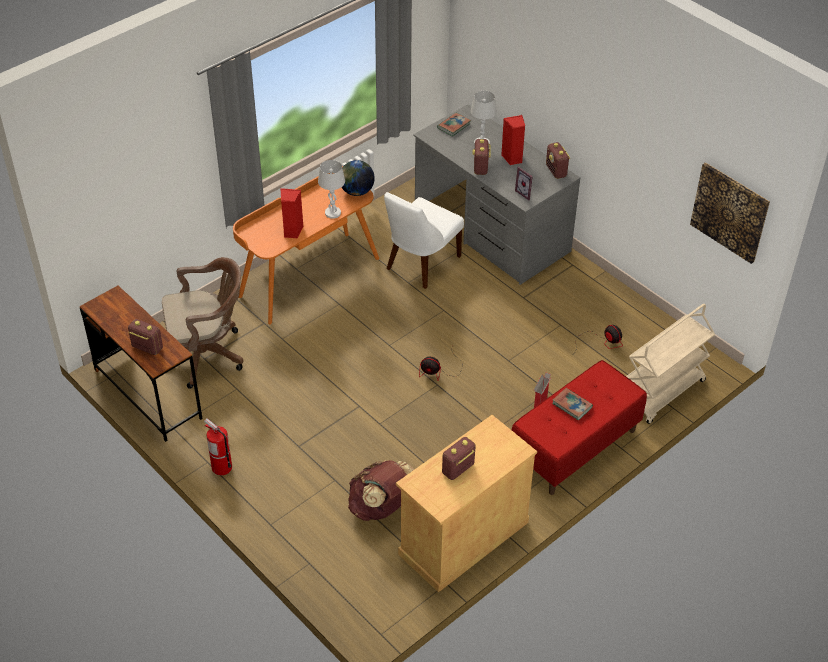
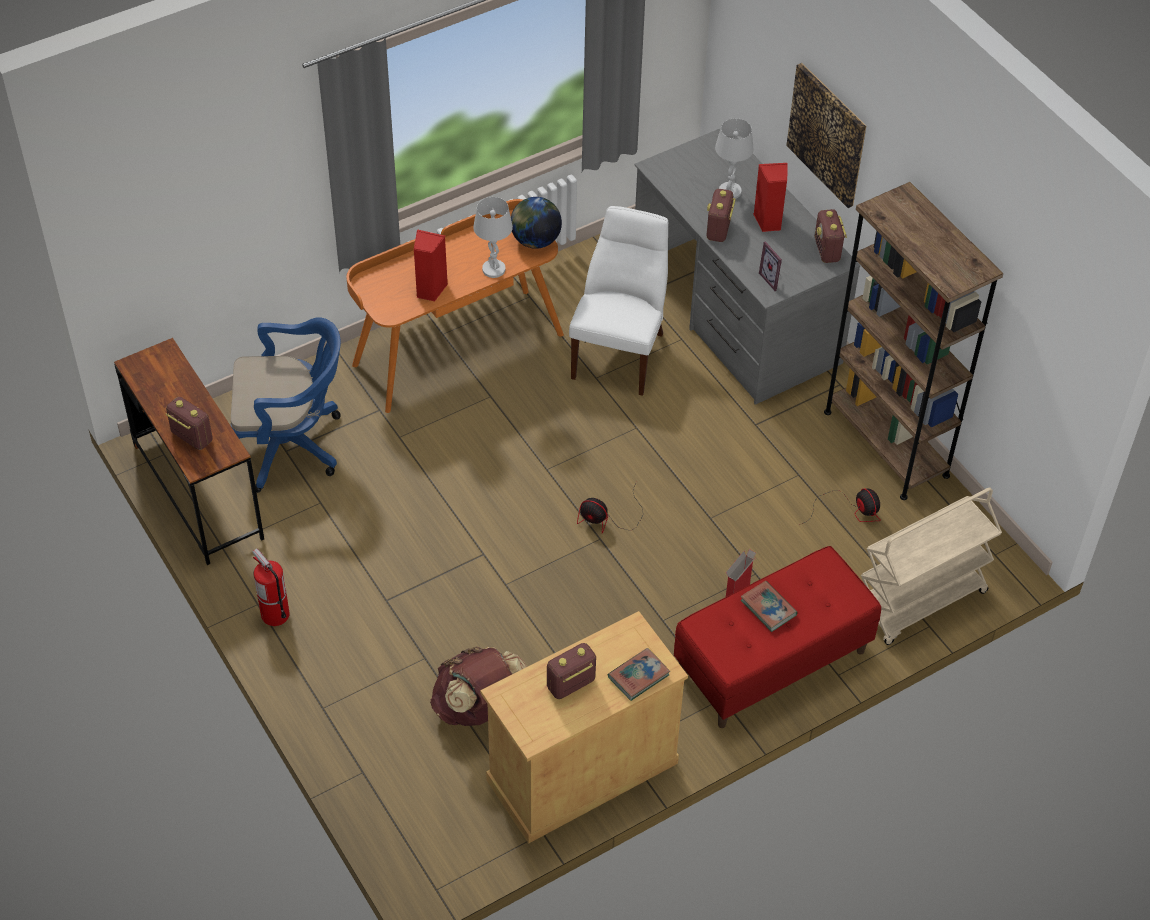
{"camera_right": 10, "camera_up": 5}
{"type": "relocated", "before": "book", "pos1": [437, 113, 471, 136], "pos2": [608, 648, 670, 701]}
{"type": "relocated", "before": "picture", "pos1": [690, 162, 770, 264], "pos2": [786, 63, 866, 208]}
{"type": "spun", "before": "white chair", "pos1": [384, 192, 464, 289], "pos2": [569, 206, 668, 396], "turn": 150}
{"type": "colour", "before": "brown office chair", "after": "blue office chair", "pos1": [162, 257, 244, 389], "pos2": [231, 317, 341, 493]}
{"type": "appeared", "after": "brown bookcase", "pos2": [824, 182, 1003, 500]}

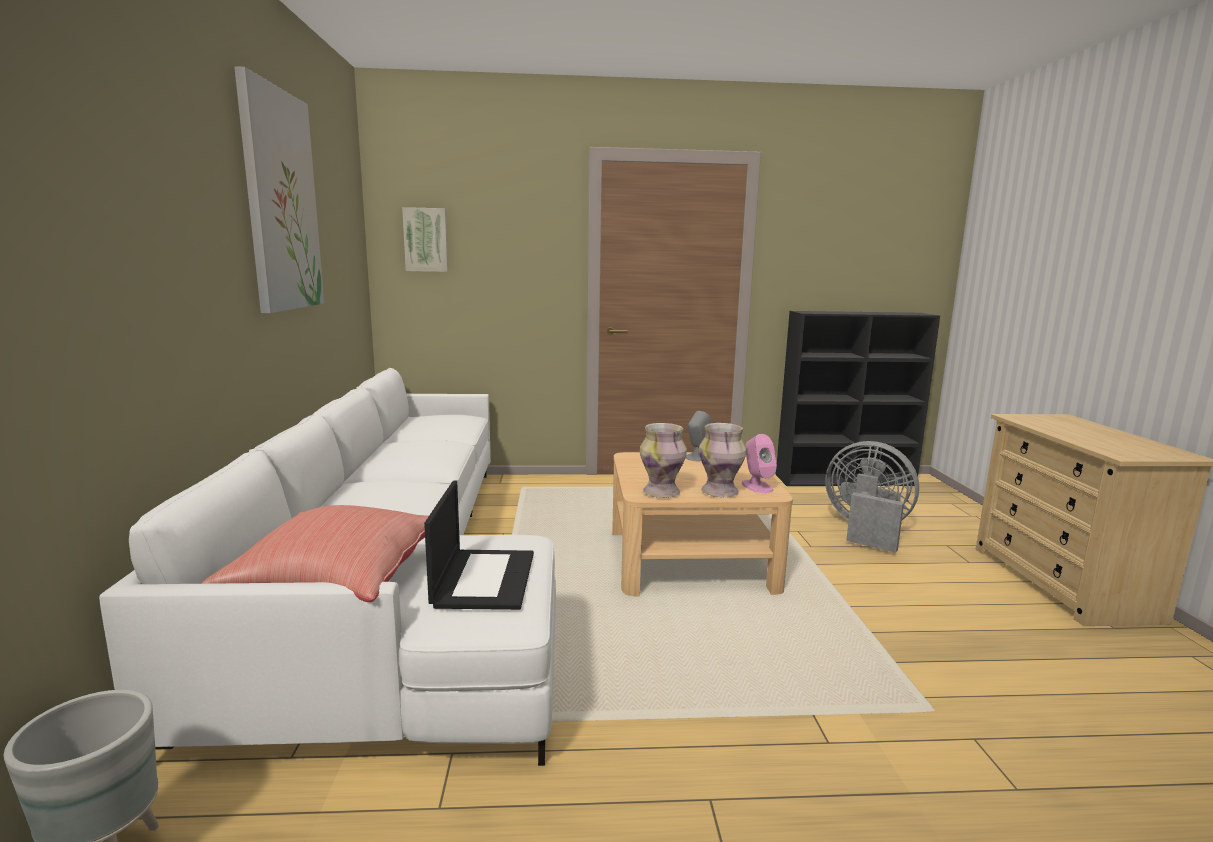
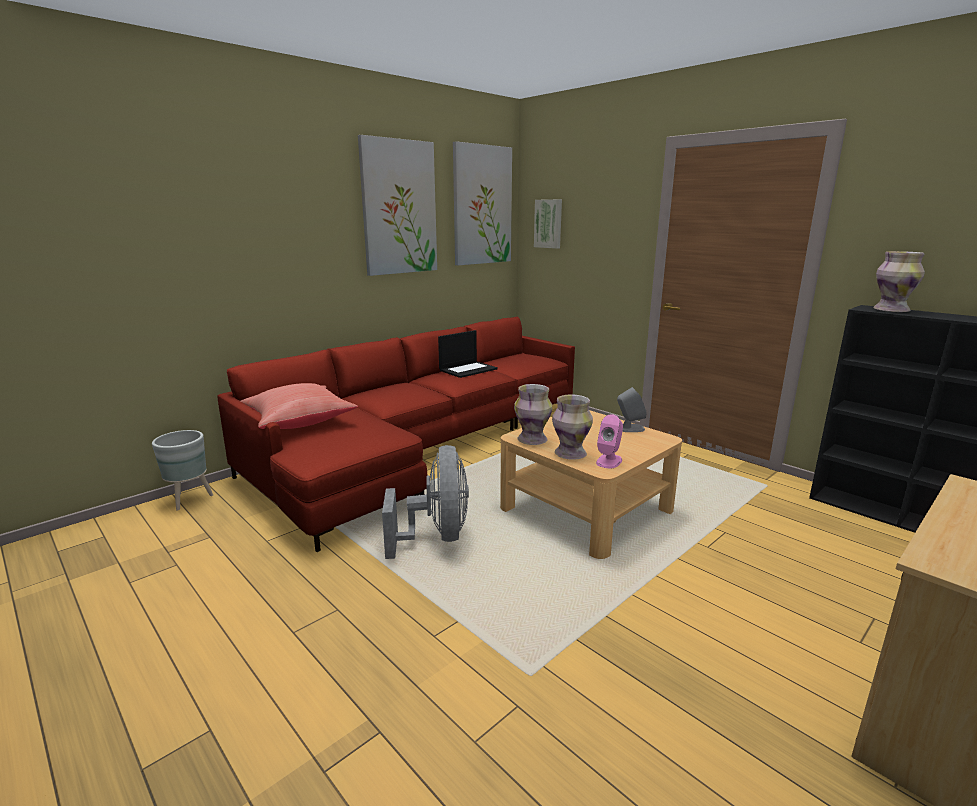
{"camera_right": 50, "camera_up": 5}
{"type": "colour", "before": "white sofa", "after": "red sofa", "pos1": [99, 368, 556, 766], "pos2": [218, 316, 575, 552]}
{"type": "relocated", "before": "grey fan", "pos1": [825, 441, 919, 553], "pos2": [382, 445, 469, 559]}
{"type": "relocated", "before": "laptop", "pos1": [424, 480, 534, 610], "pos2": [438, 330, 498, 378]}
{"type": "appeared", "after": "picture", "pos2": [453, 141, 512, 265]}
{"type": "appeared", "after": "vase", "pos2": [873, 251, 925, 312]}

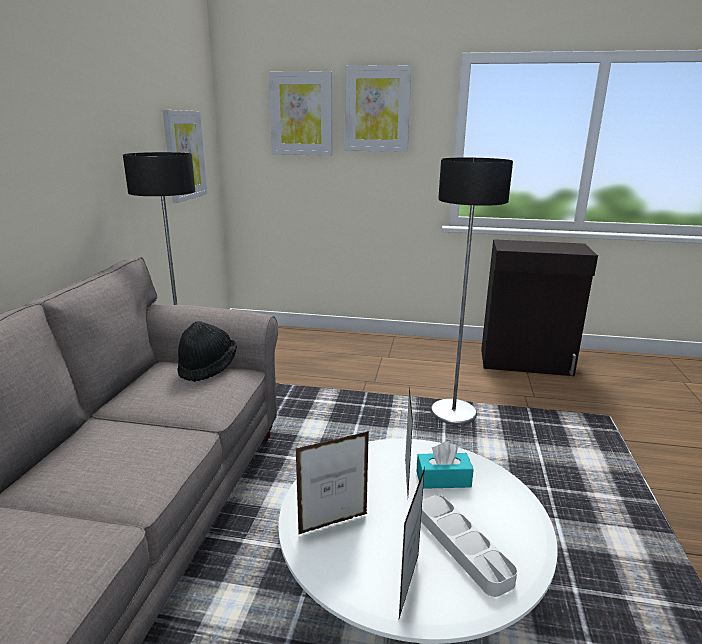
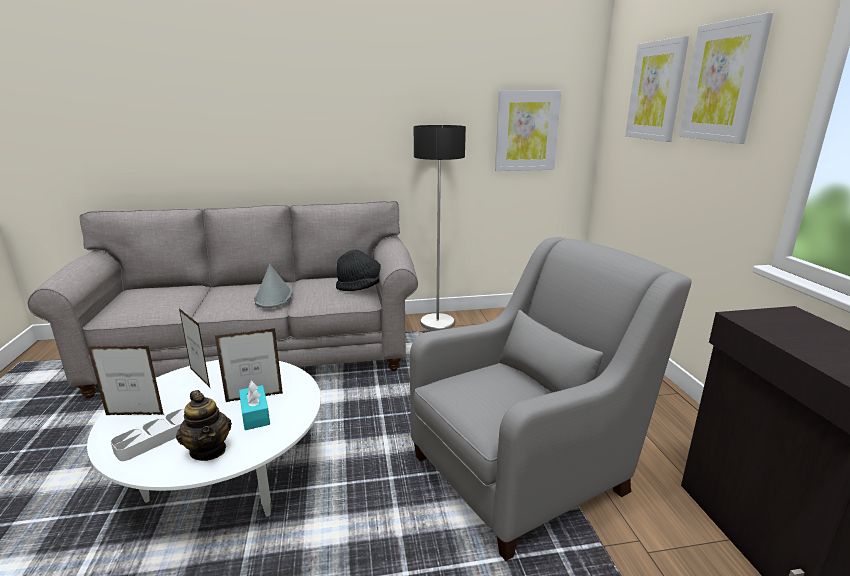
{"camera_right": 70, "camera_up": 0}
{"type": "exchanged", "before": "floor lamp", "after": "grey armchair", "pos1": [431, 158, 513, 425], "pos2": [410, 237, 692, 561]}
{"type": "appeared", "after": "grey hat", "pos2": [254, 264, 293, 308]}
{"type": "appeared", "after": "teapot", "pos2": [176, 390, 232, 461]}

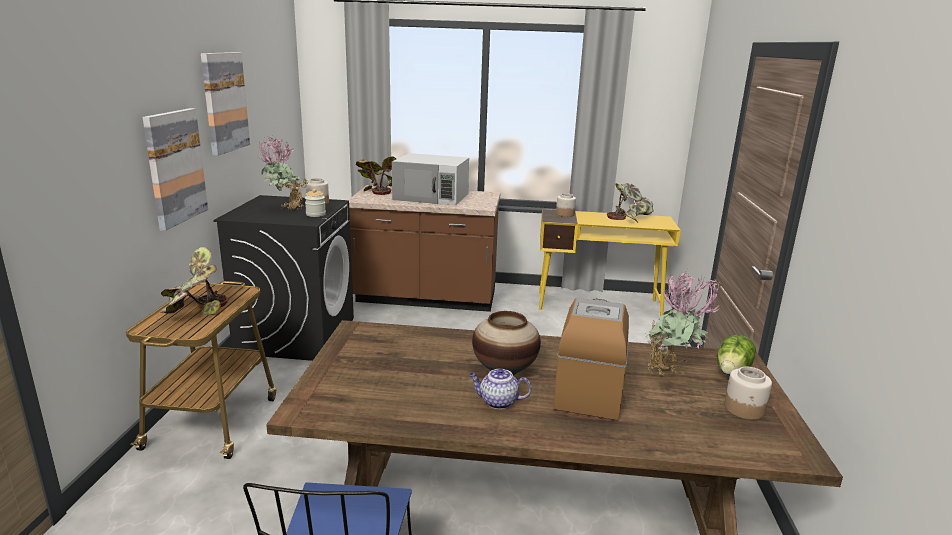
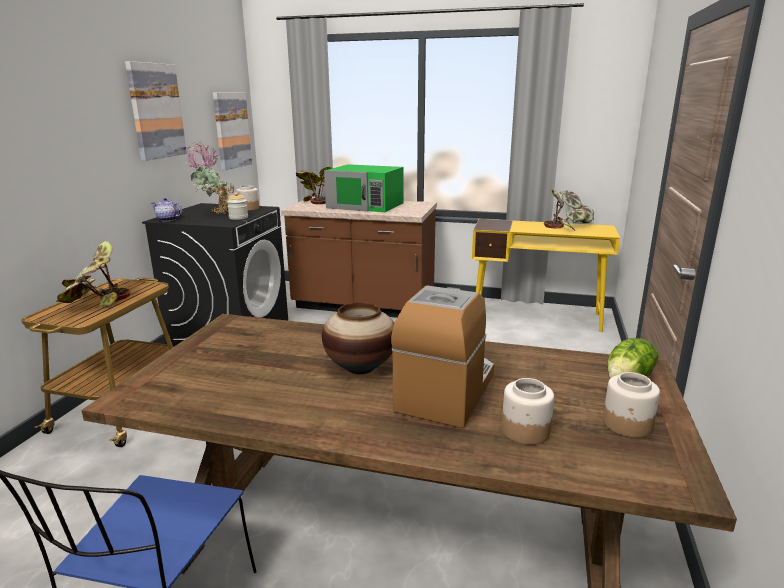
{"camera_right": 10, "camera_up": 0}
{"type": "relocated", "before": "picture", "pos1": [143, 108, 208, 231], "pos2": [213, 93, 252, 170]}
{"type": "colour", "before": "white microwave", "after": "green microwave", "pos1": [392, 153, 469, 205], "pos2": [324, 164, 404, 212]}
{"type": "relocated", "before": "jar", "pos1": [556, 193, 576, 217], "pos2": [502, 378, 554, 445]}
{"type": "missing", "before": "potted plant", "pos1": [646, 270, 722, 376]}
{"type": "relocated", "before": "teapot", "pos1": [469, 368, 532, 409], "pos2": [151, 198, 183, 221]}

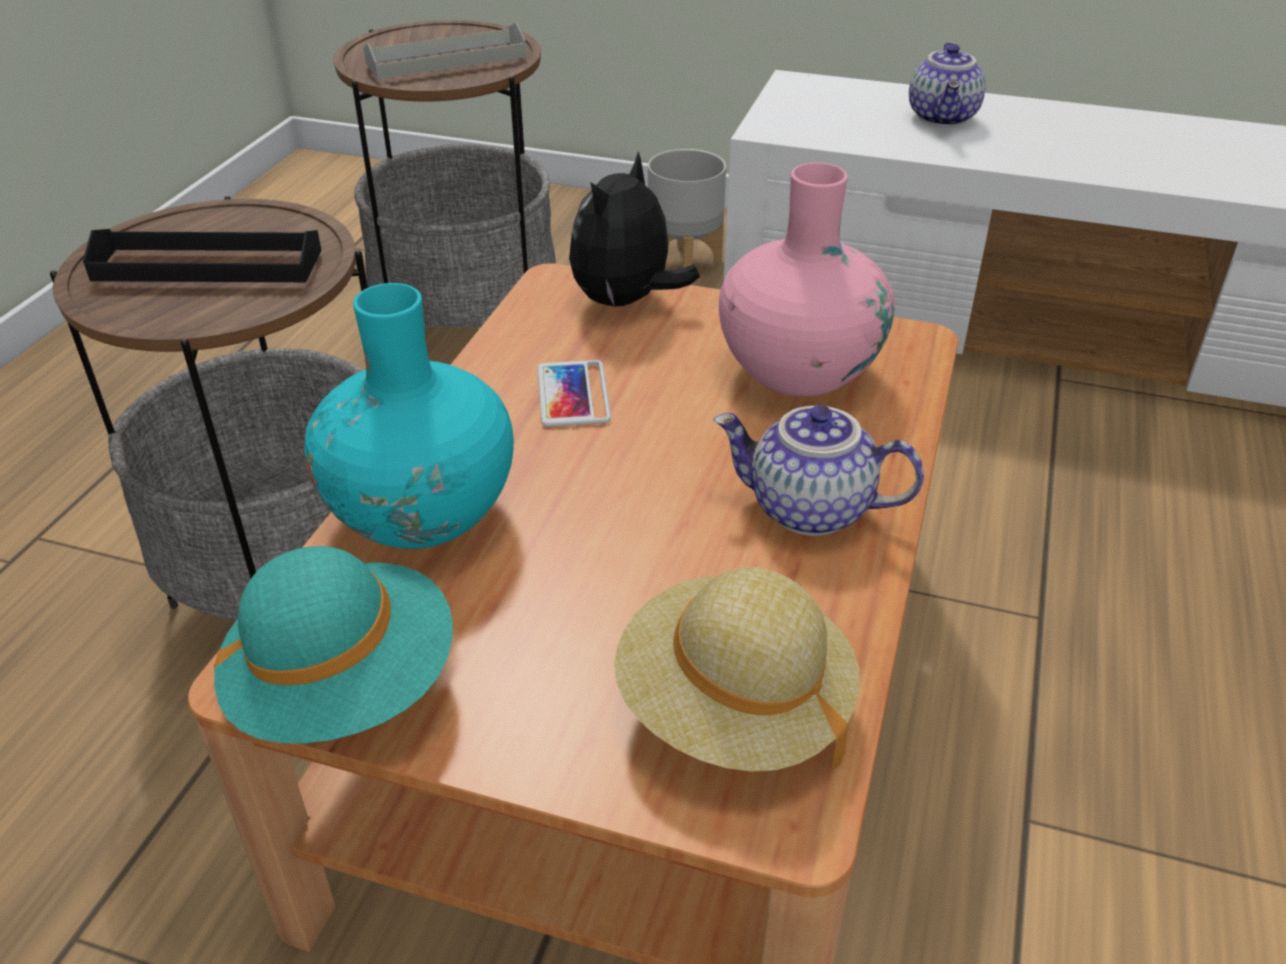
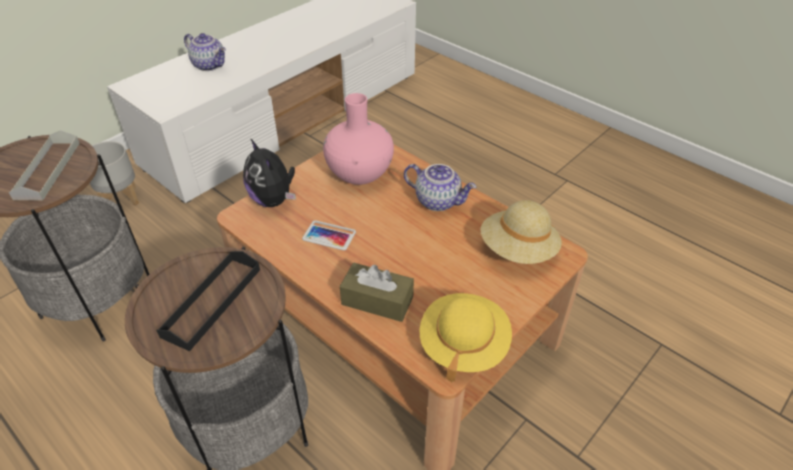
{"camera_right": -65, "camera_up": 5}
{"type": "exchanged", "before": "turquoise vase", "after": "brown tissue box", "pos1": [304, 283, 514, 549], "pos2": [340, 263, 414, 322]}
{"type": "spun", "before": "teapot", "pos1": [713, 405, 924, 536], "pos2": [404, 164, 476, 211], "turn": -105}
{"type": "colour", "before": "turquoise hat", "after": "yellow hat", "pos1": [214, 546, 453, 743], "pos2": [420, 293, 512, 382]}

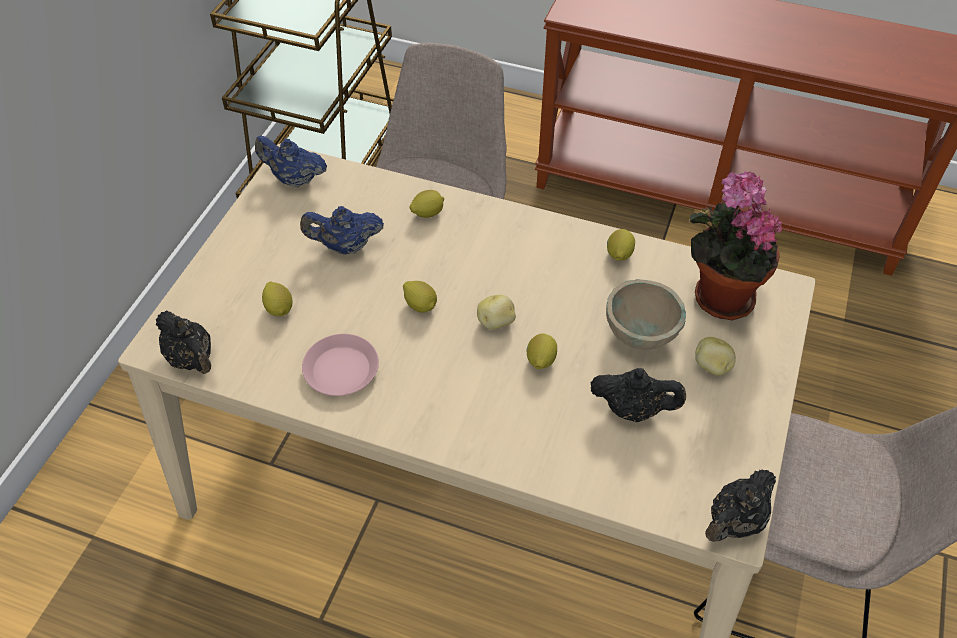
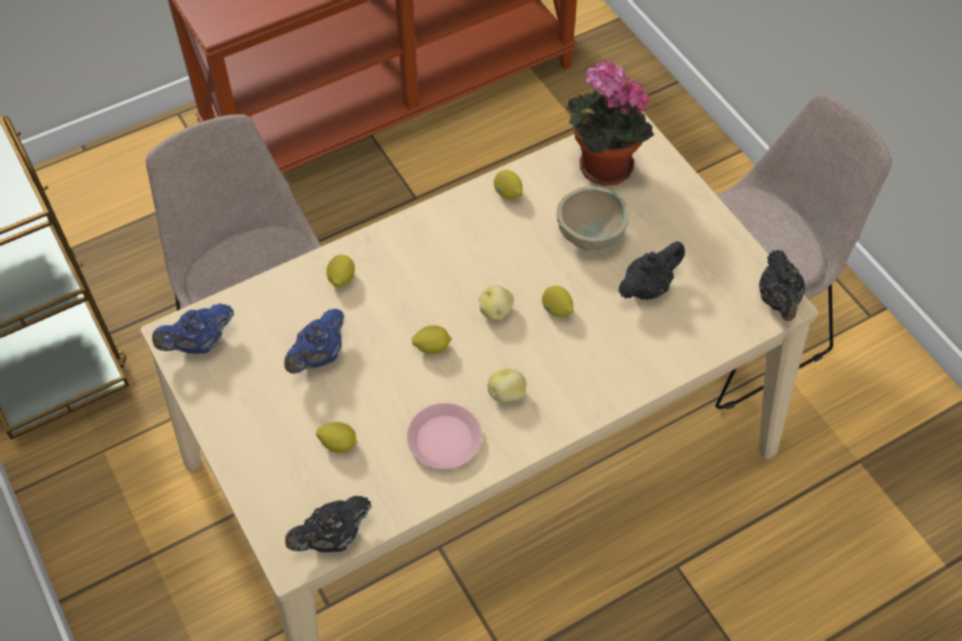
{"camera_right": -50, "camera_up": 5}
{"type": "spun", "before": "black teapot", "pos1": [156, 310, 211, 374], "pos2": [285, 496, 372, 553], "turn": 150}
{"type": "relocated", "before": "potato", "pos1": [695, 337, 736, 375], "pos2": [488, 369, 527, 403]}

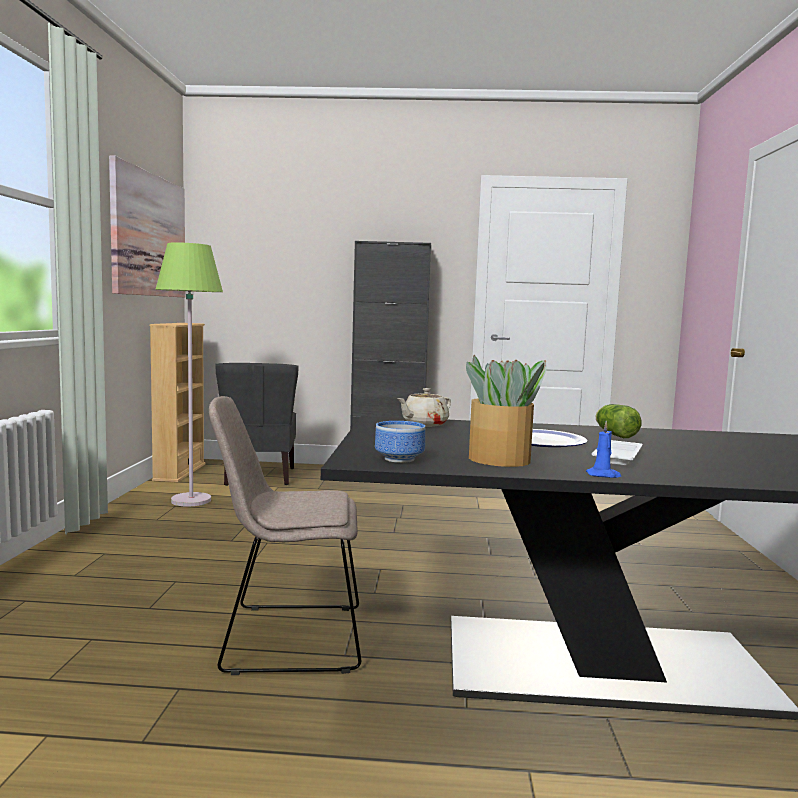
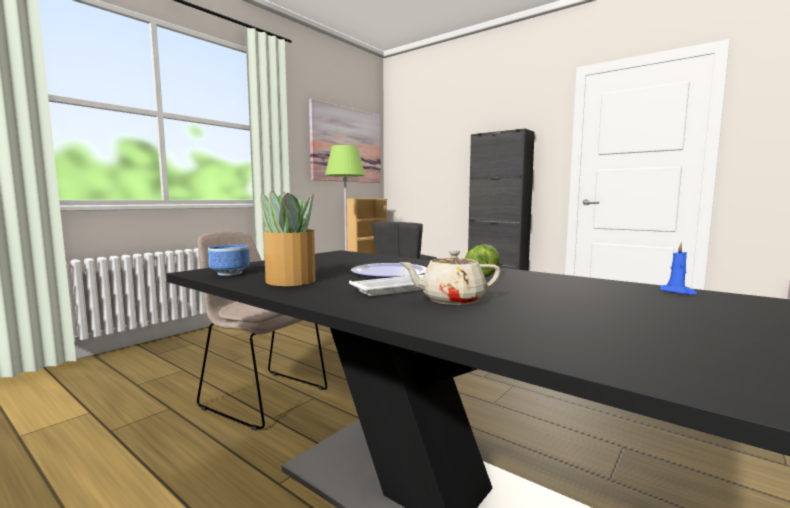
{"camera_right": 35, "camera_up": 0}
{"type": "relocated", "before": "beige teapot", "pos1": [397, 388, 451, 427], "pos2": [399, 250, 500, 305]}
{"type": "relocated", "before": "blue candle", "pos1": [586, 420, 621, 478], "pos2": [660, 242, 697, 295]}

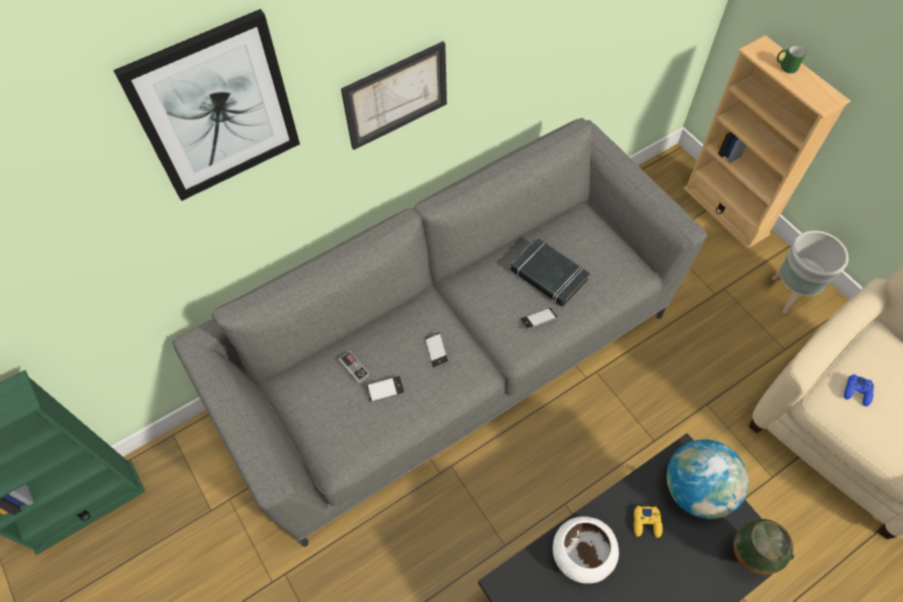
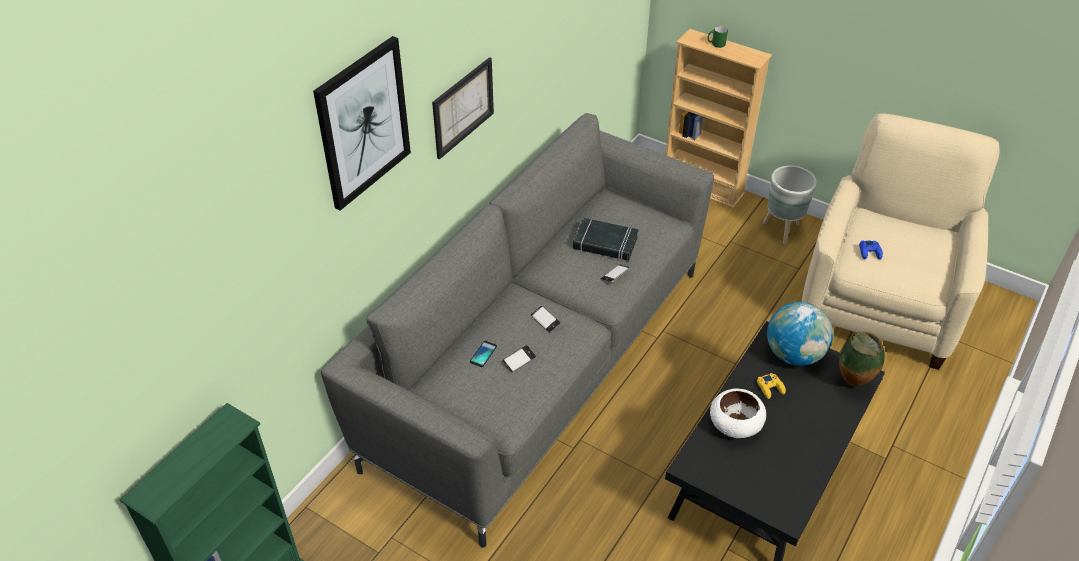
{"camera_right": -25, "camera_up": -15}
{"type": "exchanged", "before": "game controller", "after": "phone", "pos1": [338, 351, 370, 384], "pos2": [470, 341, 497, 367]}

